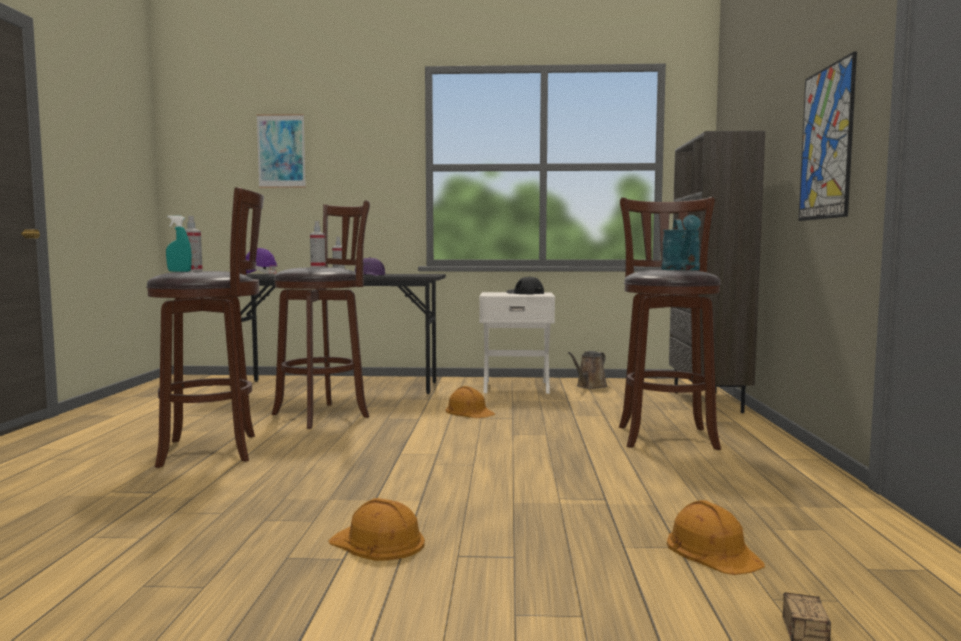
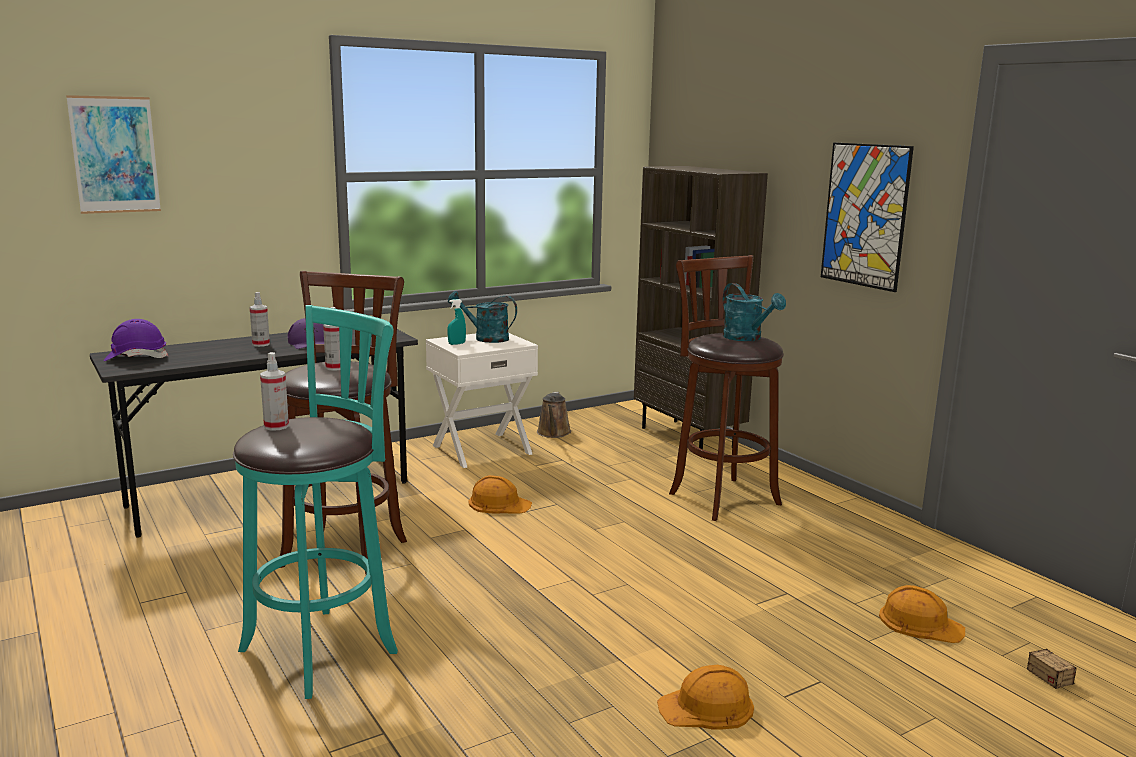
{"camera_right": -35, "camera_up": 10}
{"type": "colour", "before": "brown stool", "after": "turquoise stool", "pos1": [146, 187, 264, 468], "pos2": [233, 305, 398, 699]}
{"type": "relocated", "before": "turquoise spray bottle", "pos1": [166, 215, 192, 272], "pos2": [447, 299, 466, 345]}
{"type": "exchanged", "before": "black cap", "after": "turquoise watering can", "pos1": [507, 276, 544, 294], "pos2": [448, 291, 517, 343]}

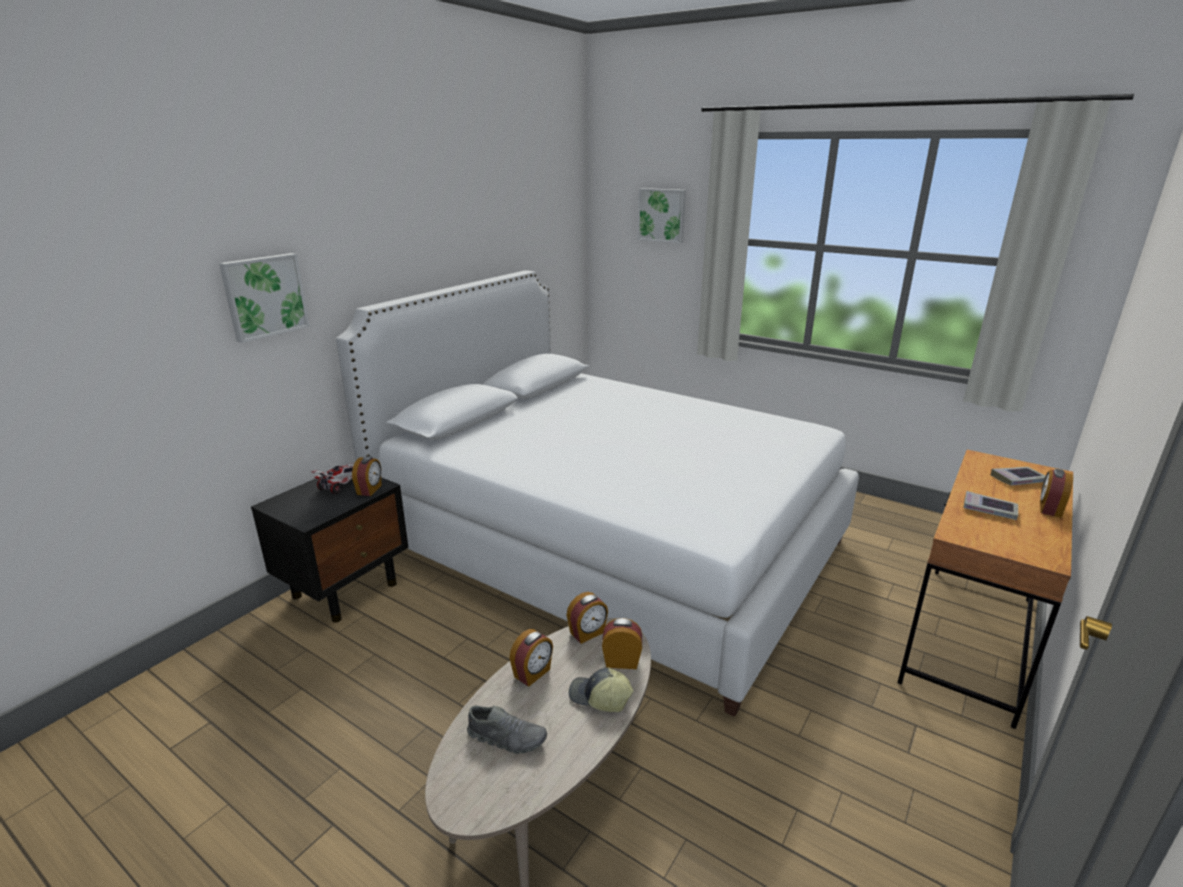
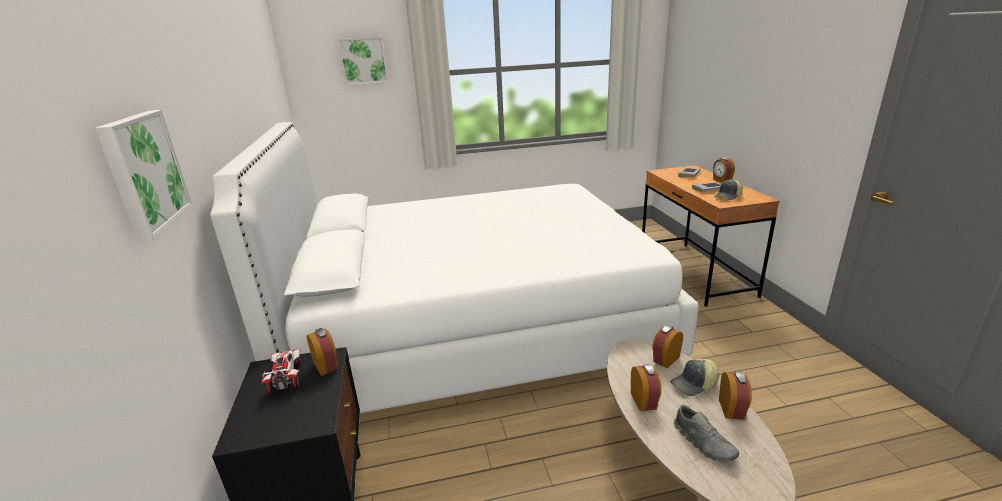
{"camera_right": -45, "camera_up": 0}
{"type": "relocated", "before": "alarm clock", "pos1": [567, 592, 608, 644], "pos2": [719, 371, 752, 420]}
{"type": "spun", "before": "grey shoe", "pos1": [467, 705, 547, 754], "pos2": [674, 405, 739, 462], "turn": 90}
{"type": "appeared", "after": "cap", "pos2": [714, 179, 743, 200]}

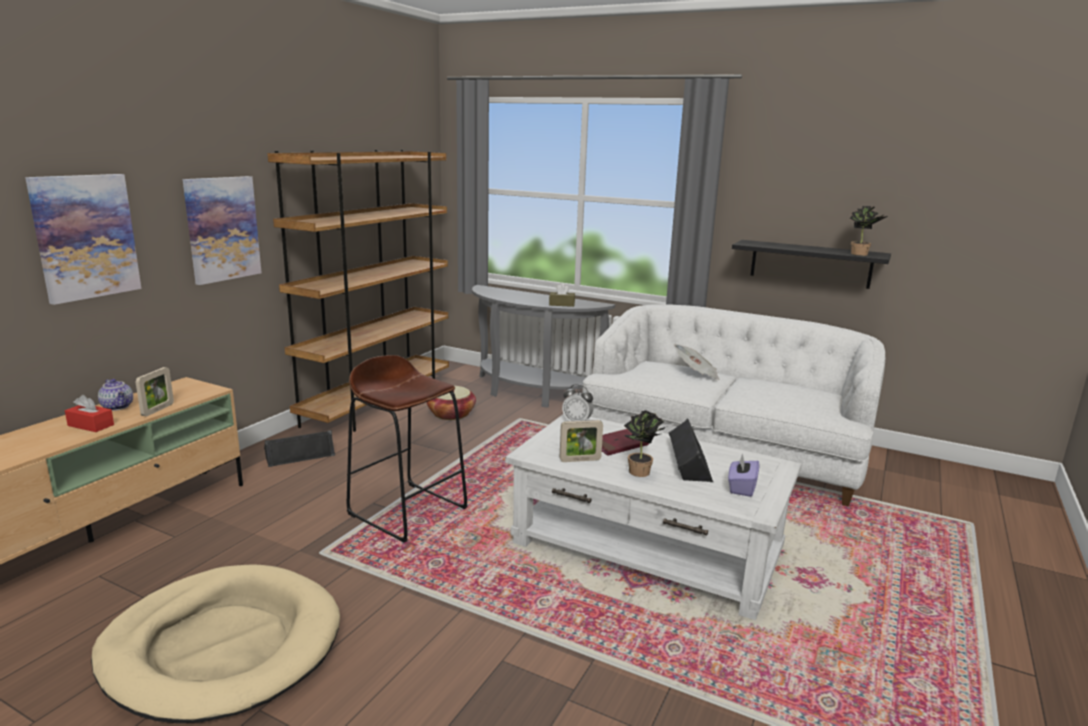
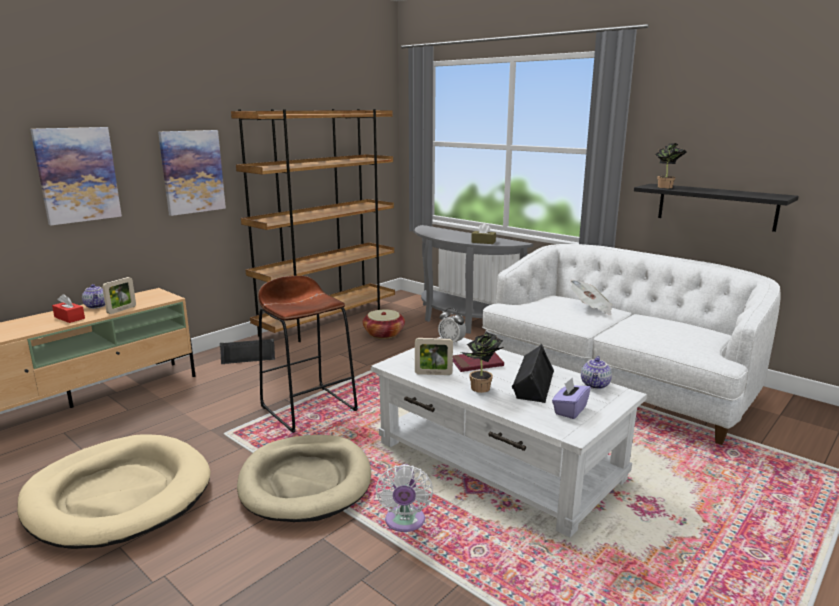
{"camera_right": 15, "camera_up": 0}
{"type": "relocated", "before": "potted plant", "pos1": [849, 206, 888, 256], "pos2": [655, 143, 687, 188]}
{"type": "appeared", "after": "teapot", "pos2": [581, 356, 612, 389]}
{"type": "appeared", "after": "beige dog bed", "pos2": [237, 435, 371, 522]}
{"type": "appeared", "after": "white fan", "pos2": [376, 464, 433, 532]}

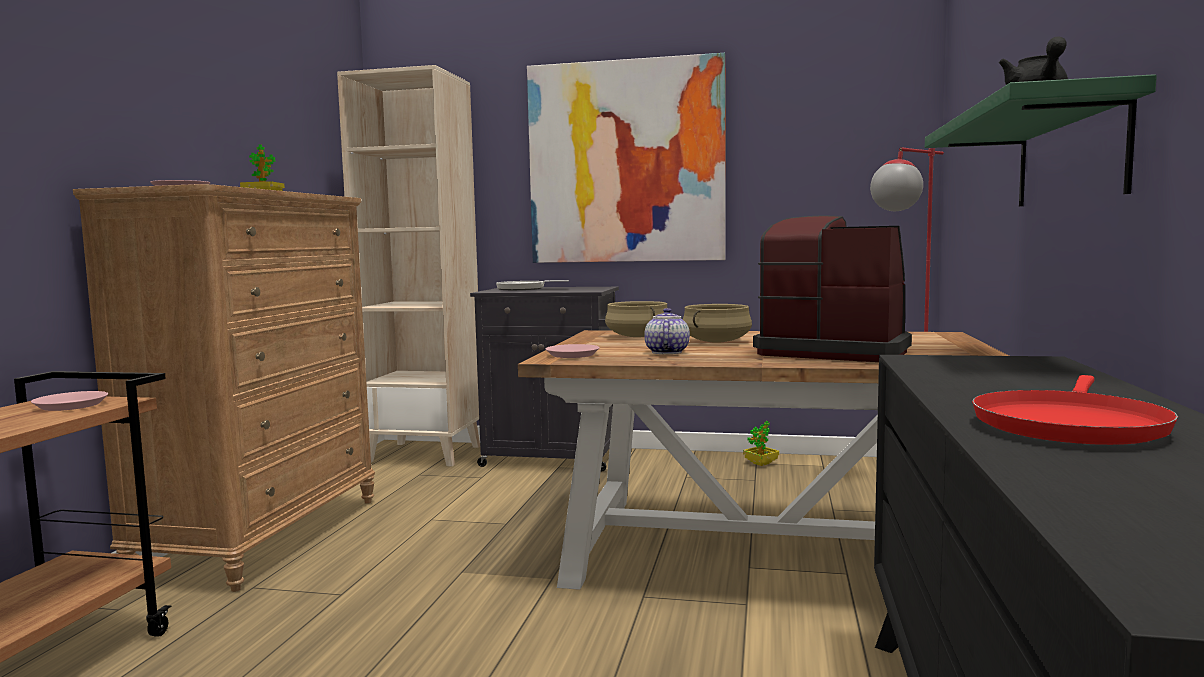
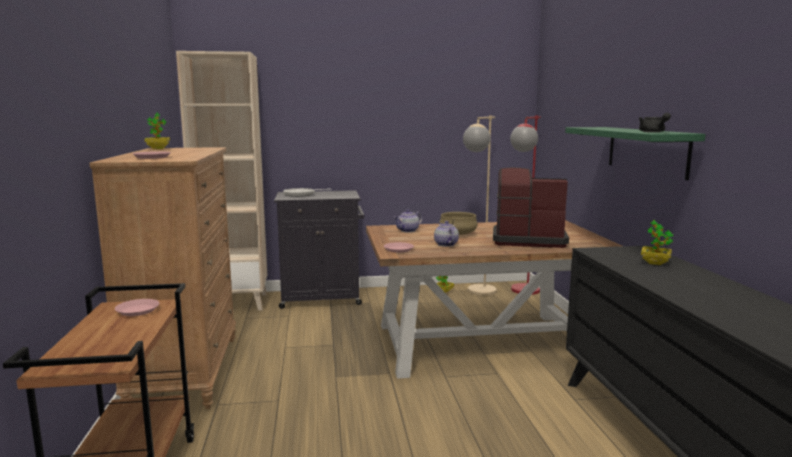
{"camera_right": -20, "camera_up": 5}
{"type": "missing", "before": "picture", "pos1": [527, 53, 725, 263]}
{"type": "exchanged", "before": "beige cooking pot", "after": "teapot", "pos1": [605, 301, 667, 337], "pos2": [394, 209, 422, 232]}
{"type": "missing", "before": "red frying pan", "pos1": [972, 375, 1178, 445]}
{"type": "appeared", "after": "beige floor lamp", "pos2": [463, 115, 497, 296]}
{"type": "appeared", "after": "potted plant", "pos2": [641, 220, 673, 265]}

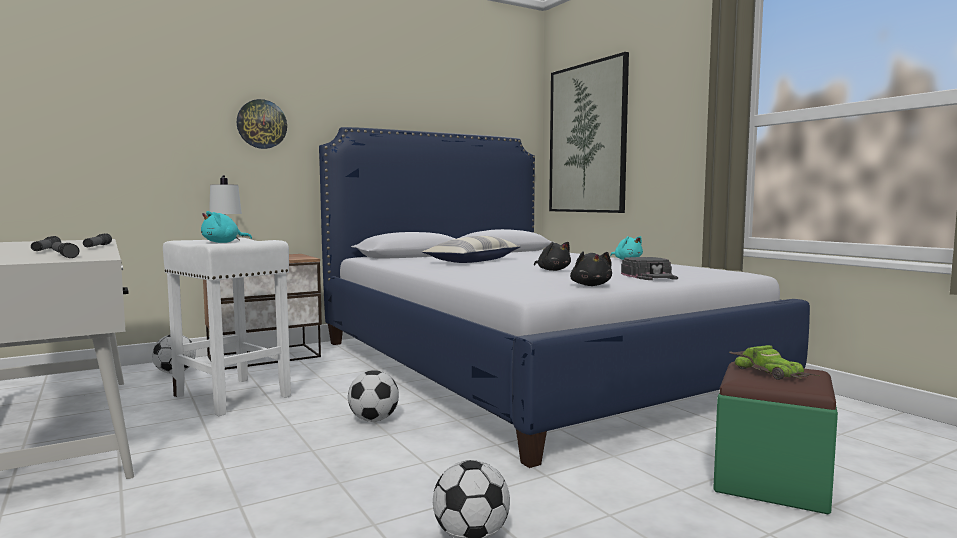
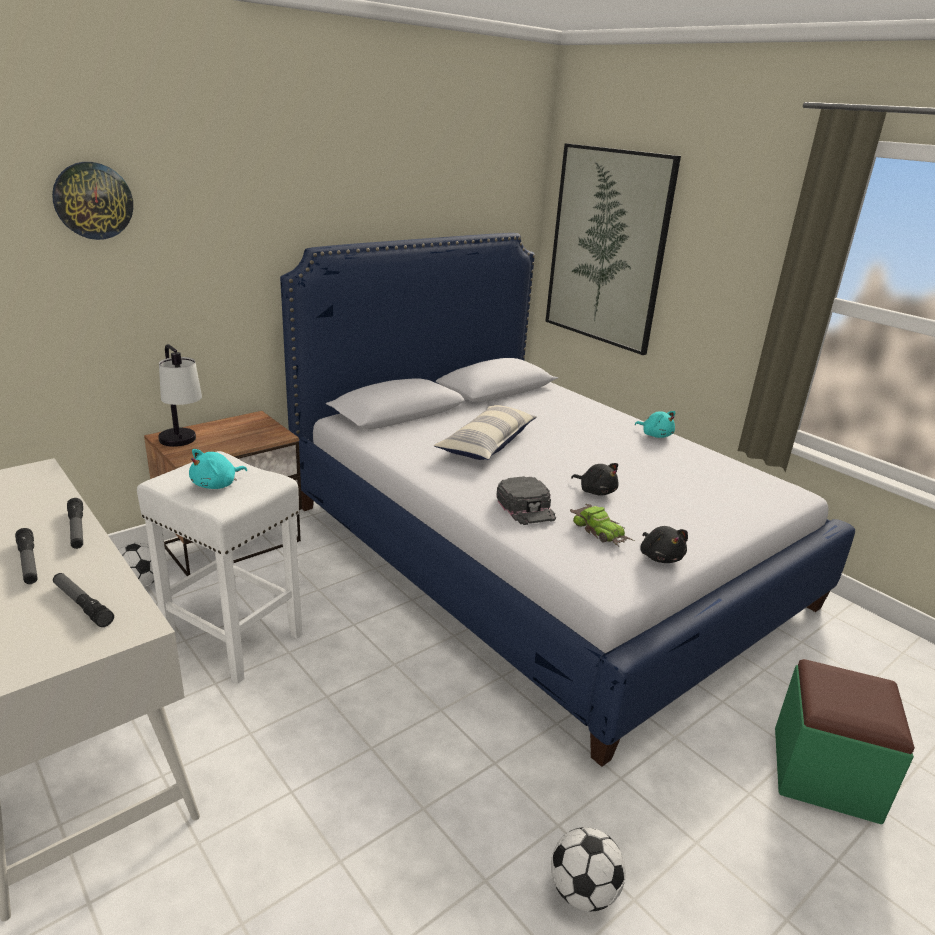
{"camera_right": -10, "camera_up": 20}
{"type": "relocated", "before": "wall clock", "pos1": [237, 99, 287, 149], "pos2": [52, 162, 133, 240]}
{"type": "relocated", "before": "black cap", "pos1": [621, 257, 678, 280], "pos2": [496, 476, 556, 525]}
{"type": "relocated", "before": "toy car", "pos1": [729, 345, 819, 380], "pos2": [570, 504, 634, 546]}
{"type": "missing", "before": "football", "pos1": [348, 370, 399, 422]}

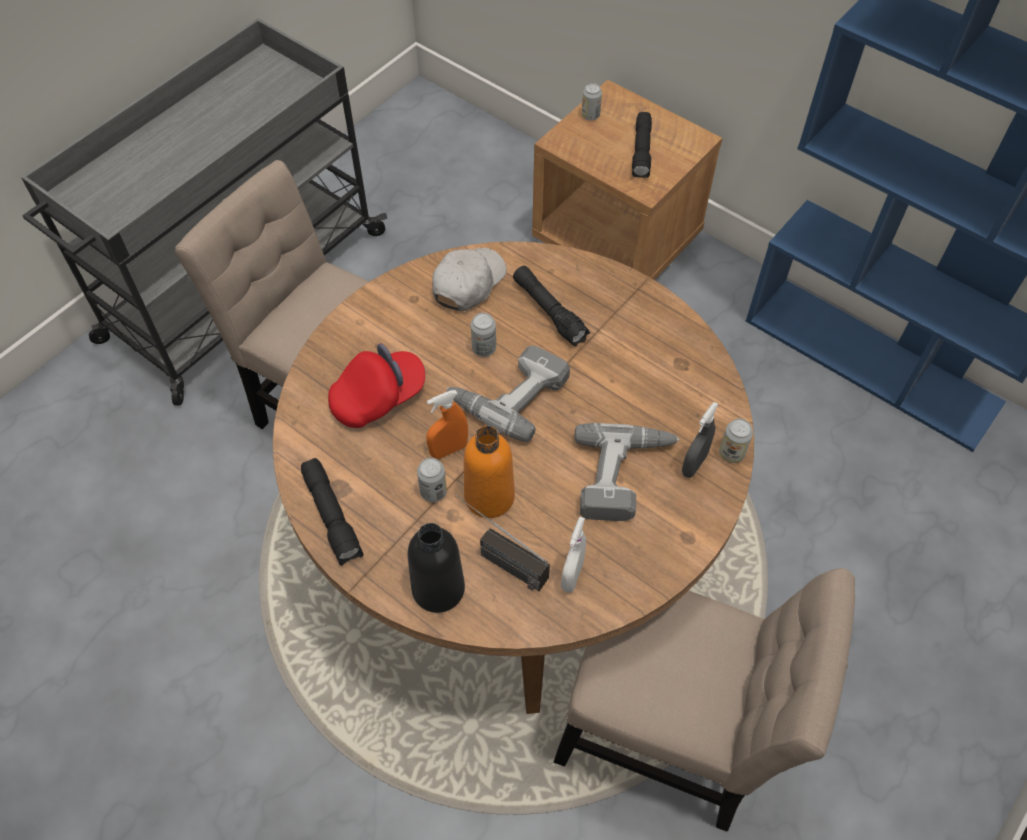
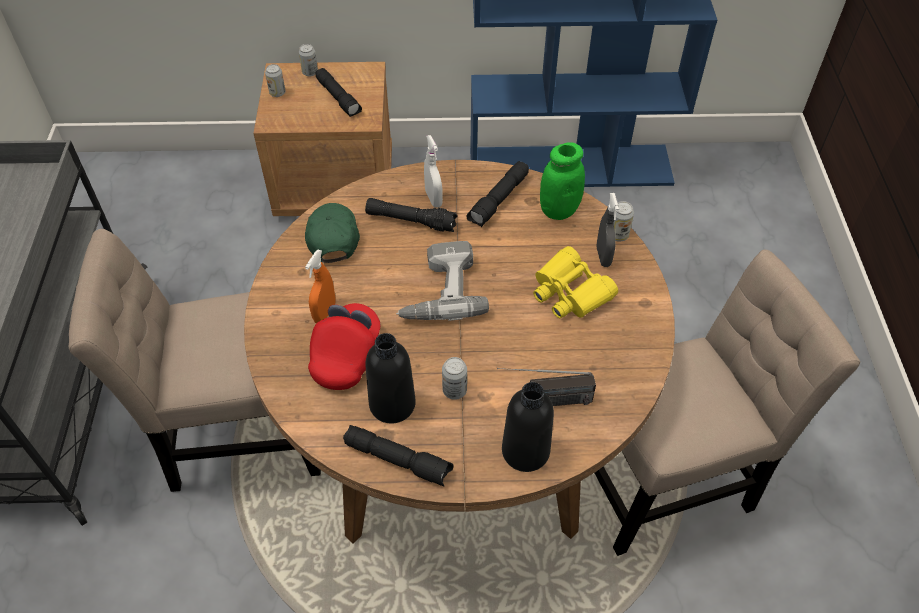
{"camera_right": -40, "camera_up": -5}
{"type": "colour", "before": "white cap", "after": "green cap", "pos1": [432, 248, 507, 312], "pos2": [305, 203, 360, 263]}
{"type": "relocated", "before": "can", "pos1": [471, 313, 496, 357], "pos2": [299, 44, 318, 76]}
{"type": "relocated", "before": "orange spray bottle", "pos1": [426, 390, 468, 459], "pos2": [305, 250, 335, 323]}
{"type": "exchanged", "before": "power drill", "after": "yellow binoculars", "pos1": [575, 423, 680, 521], "pos2": [533, 246, 618, 318]}
{"type": "missing", "before": "orange bottle", "pos1": [464, 426, 515, 518]}
{"type": "relocated", "before": "white spray bottle", "pos1": [561, 516, 586, 593], "pos2": [424, 135, 443, 208]}
{"type": "appeared", "after": "green jar", "pos2": [540, 142, 585, 220]}
{"type": "appeared", "after": "black flashlight", "pos2": [467, 161, 529, 227]}
{"type": "appeared", "after": "black bottle", "pos2": [365, 333, 416, 423]}

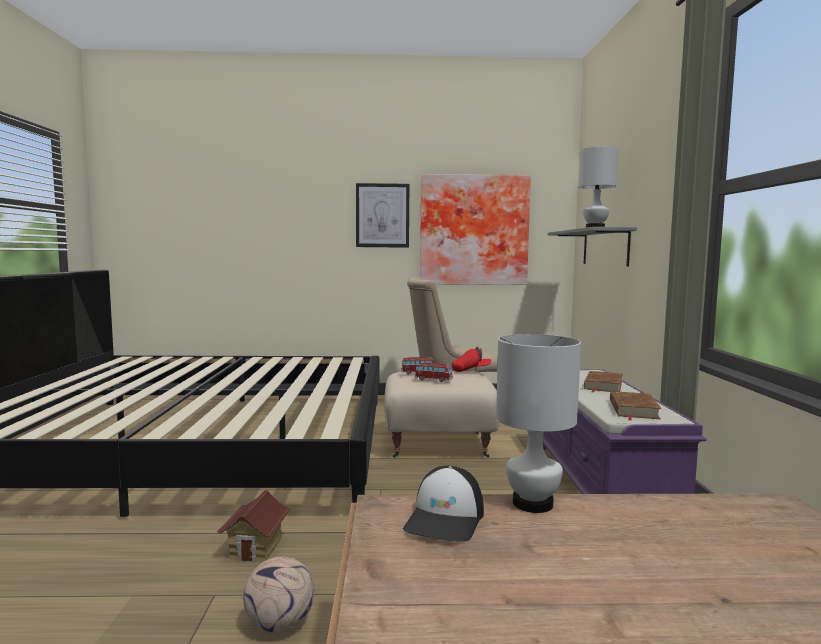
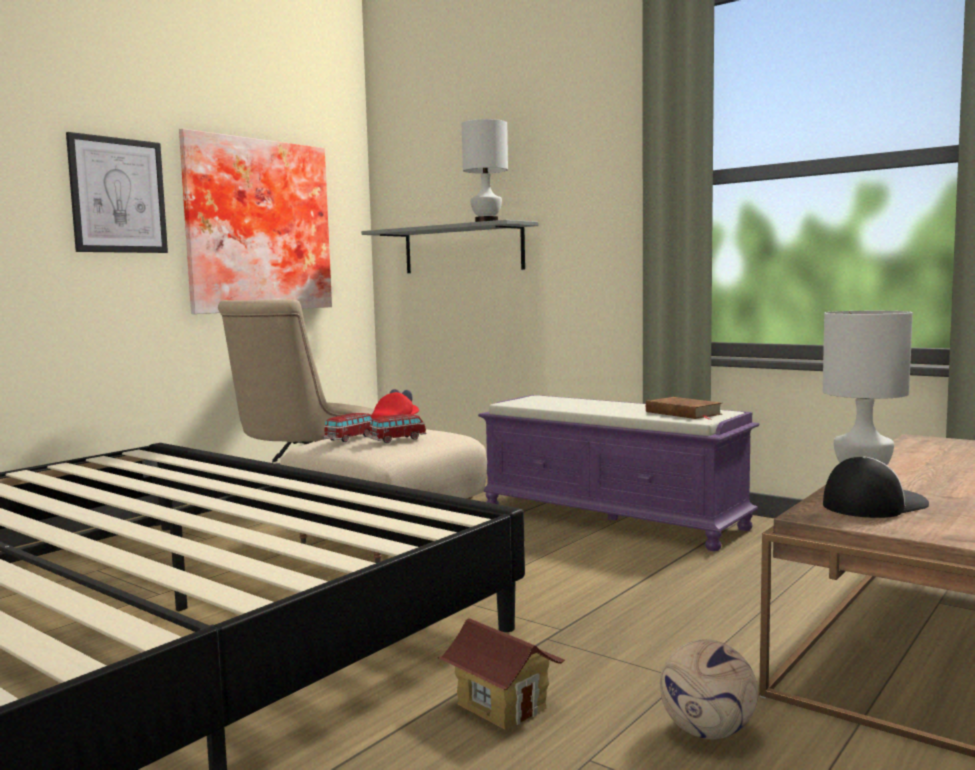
{"camera_right": -50, "camera_up": 0}
{"type": "missing", "before": "brown book", "pos1": [584, 371, 622, 392]}
{"type": "spun", "before": "cap", "pos1": [403, 466, 484, 542], "pos2": [823, 456, 929, 518], "turn": -90}

